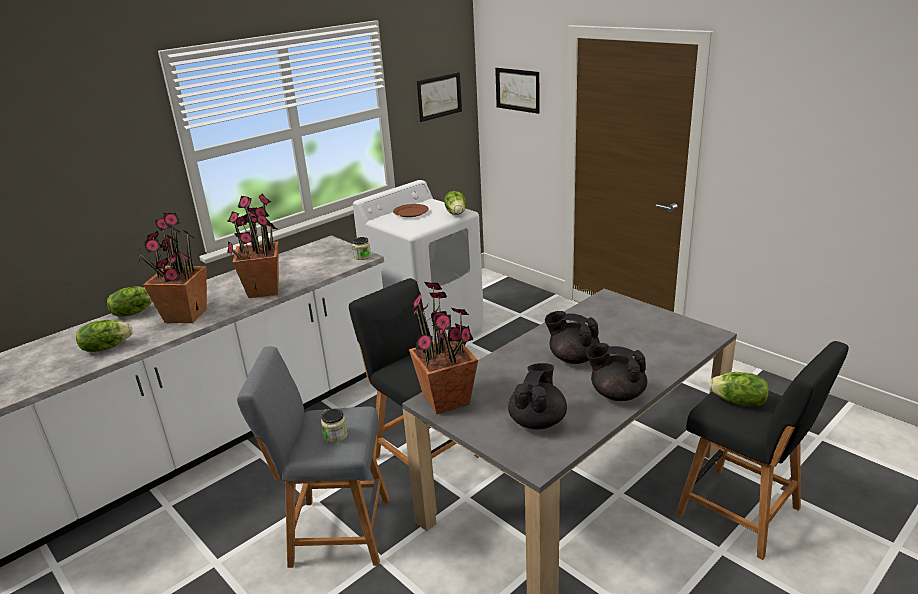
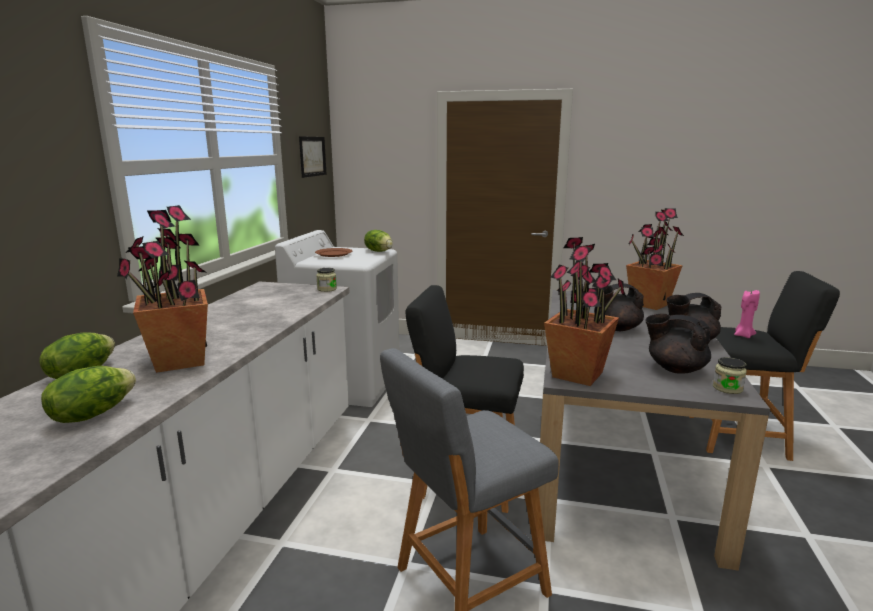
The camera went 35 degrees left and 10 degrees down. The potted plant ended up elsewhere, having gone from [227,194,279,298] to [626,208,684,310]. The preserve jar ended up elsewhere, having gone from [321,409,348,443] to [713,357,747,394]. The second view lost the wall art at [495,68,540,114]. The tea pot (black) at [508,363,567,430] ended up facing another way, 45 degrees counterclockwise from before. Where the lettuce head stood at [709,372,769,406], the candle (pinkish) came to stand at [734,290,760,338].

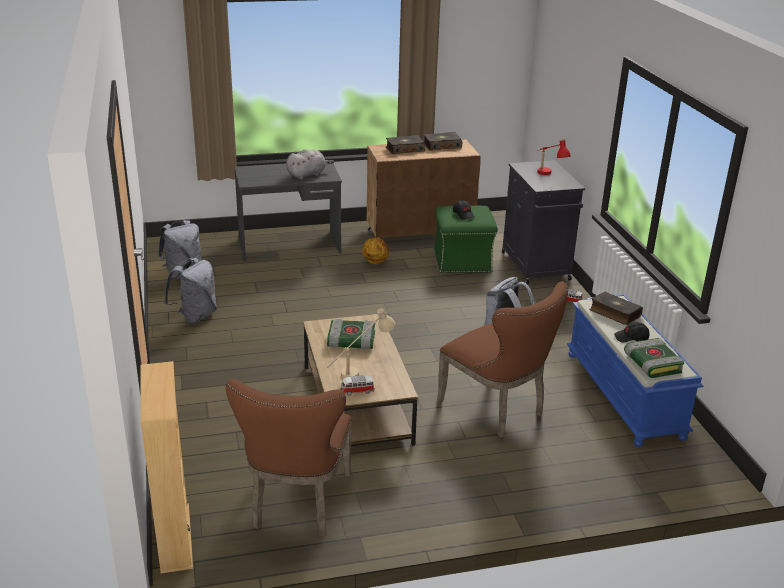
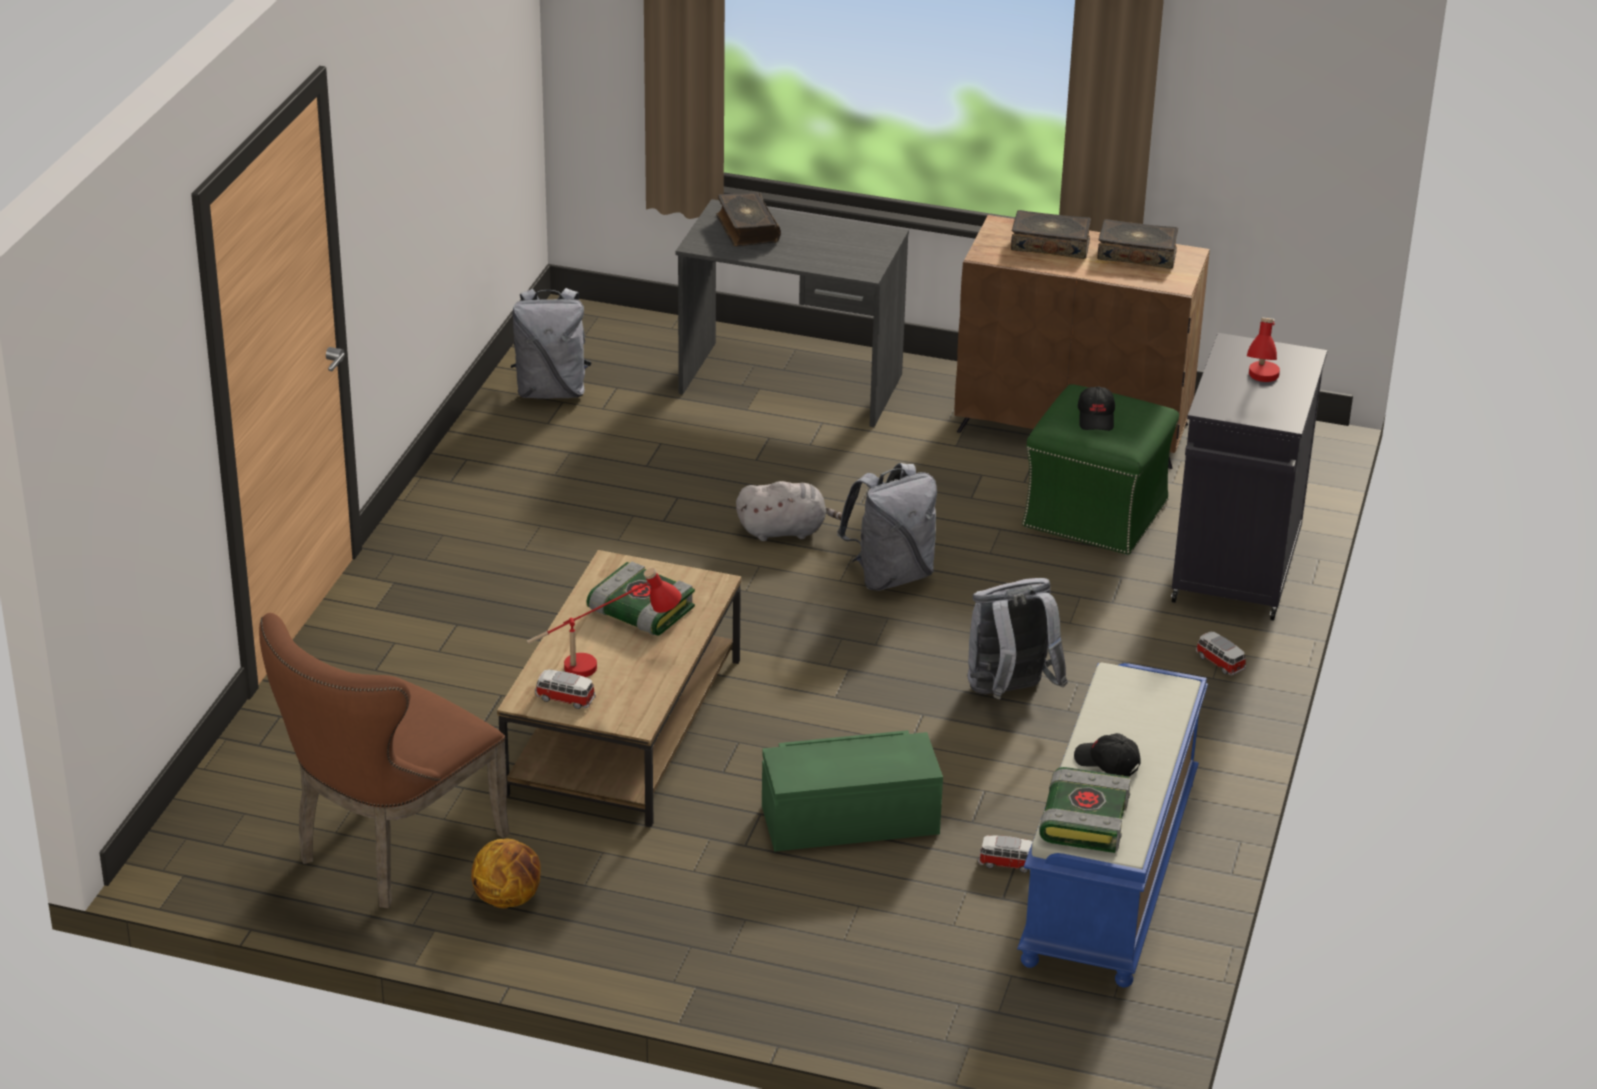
The camera went 30 degrees right and 5 degrees up. The second view lost the bookshelf (beige) at [140,361,193,574]. The rucksack (grey) ended up elsewhere, having gone from [164,258,217,324] to [837,463,937,591]. The plush toy (grey) ended up elsewhere, having gone from [286,149,334,180] to [736,481,842,541]. What was the table lamp (beige) at [326,308,395,378] turned into the table lamp (reddish) at [527,568,681,677]. The basketball ball ended up elsewhere, having gone from [362,238,389,264] to [471,838,541,908]. Where the upright chair (brown) stood at [437,281,568,437], the storage bin (greenish) came to stand at [762,730,943,852]. The volume ended up elsewhere, having gone from [589,291,643,325] to [716,192,781,246]. The second view gained the miniature car at [978,835,1033,873].

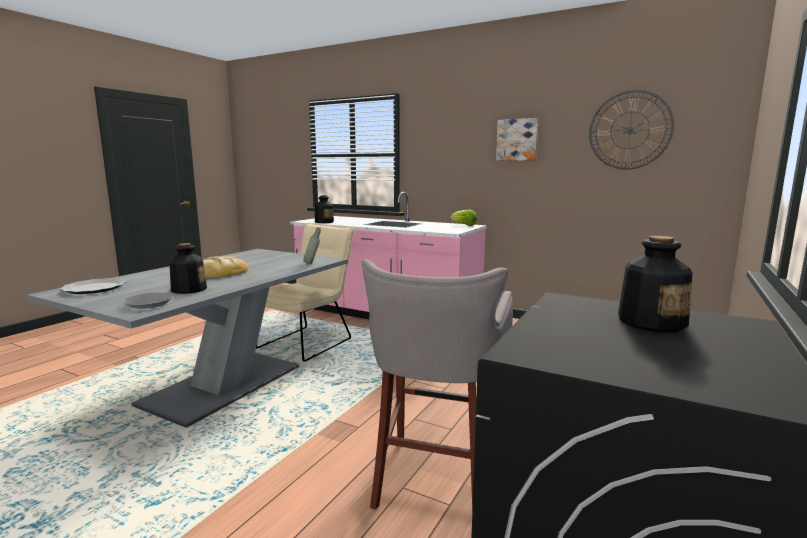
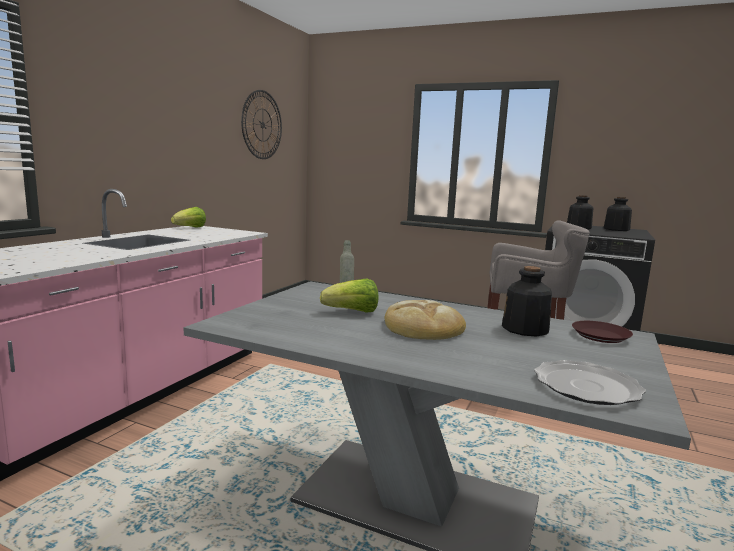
The camera went 95 degrees left and 0 degrees up. What was the flat dish (grey) at [123,292,173,309] turned into the flat dish (brown) at [572,321,633,343]. The second view lost the upright chair (beige) at [256,223,353,362]. The bottle ended up elsewhere, having gone from [315,195,334,223] to [604,197,632,231]. The second view lost the wall art at [496,118,539,161]. The second view gained the lettuce head at [320,279,378,313].

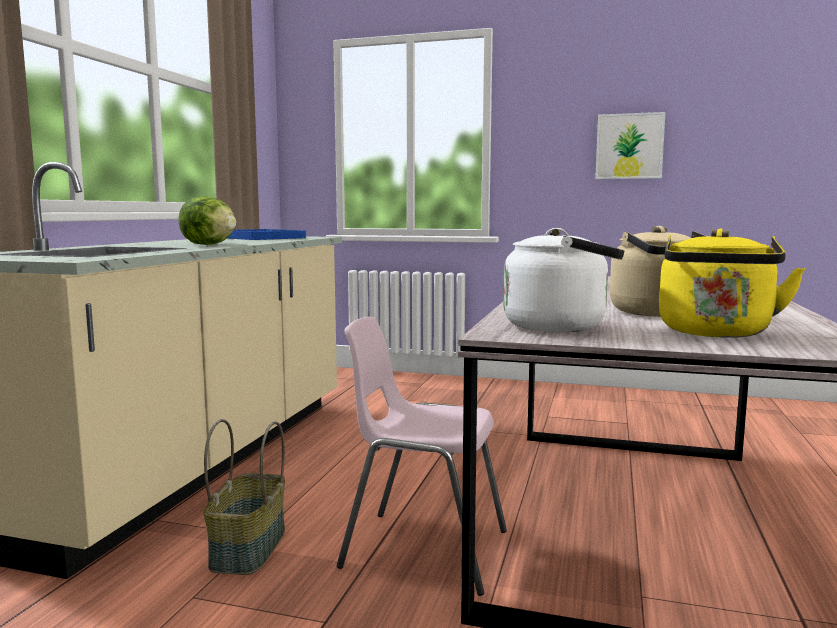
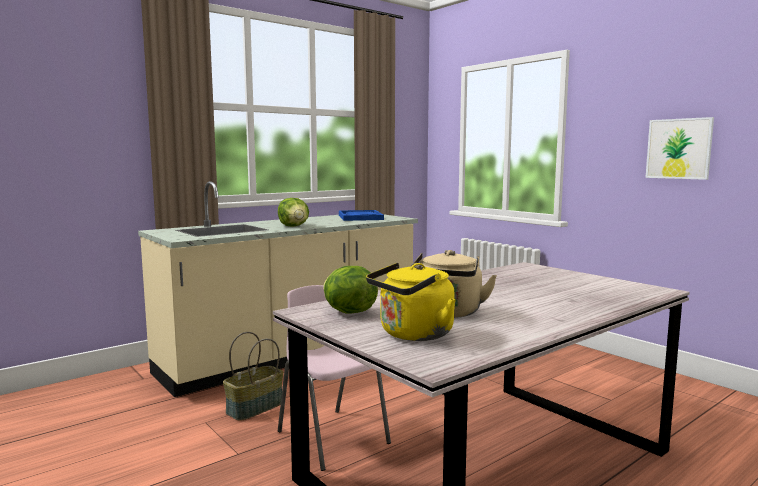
The camera went 35 degrees right and 0 degrees up. Where the tea kettle (white-coloured) stood at [503,228,624,332], the lettuce head came to stand at [323,266,378,314].

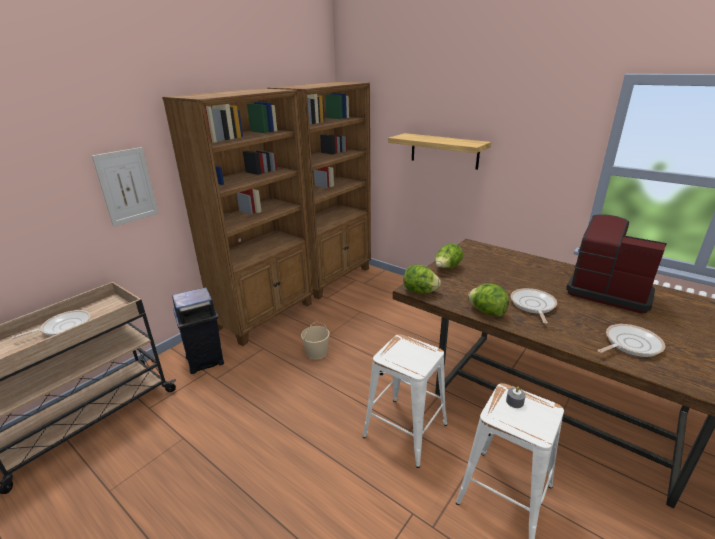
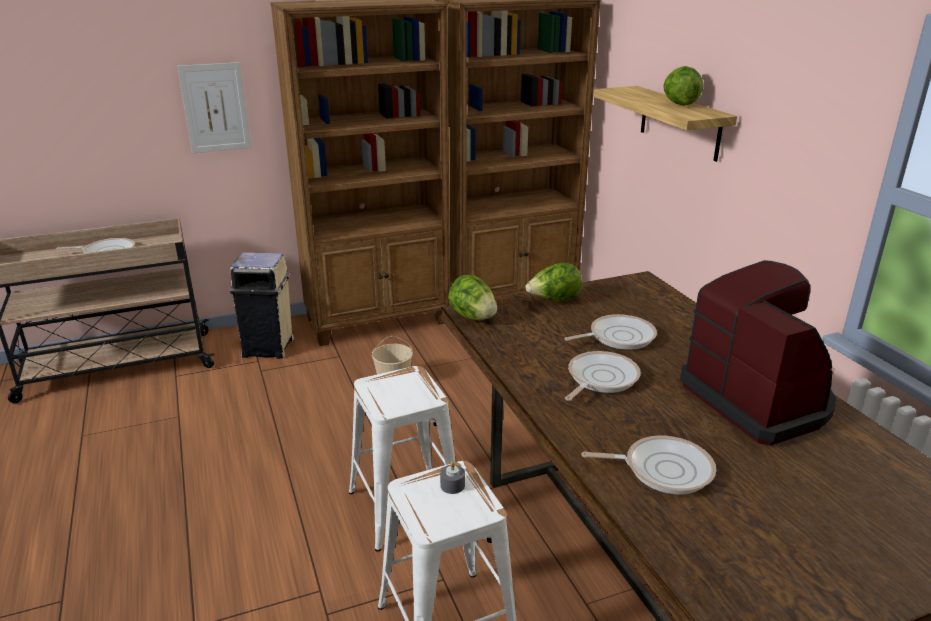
The camera went 30 degrees right and 0 degrees up. What was the rubbish bin (blue-coloured) at [172,287,224,374] turned into the rubbish bin (beige) at [229,252,294,359]. The lettuce head ended up elsewhere, having gone from [468,283,509,317] to [663,66,703,105]. The second view gained the pan at [564,314,657,350].

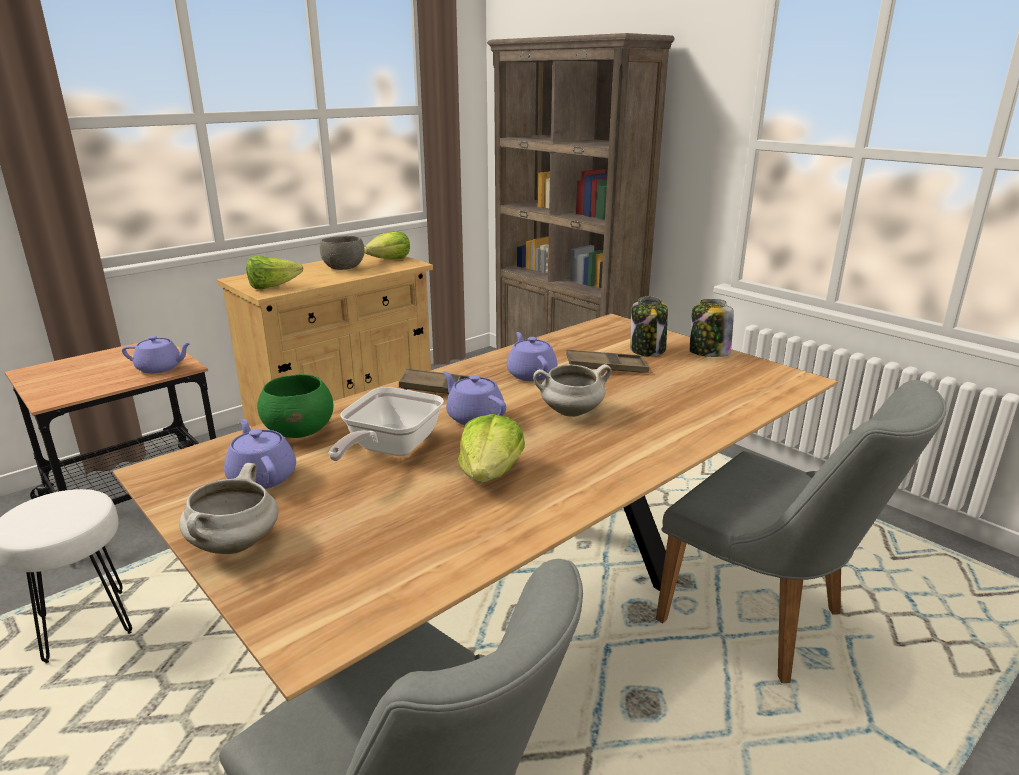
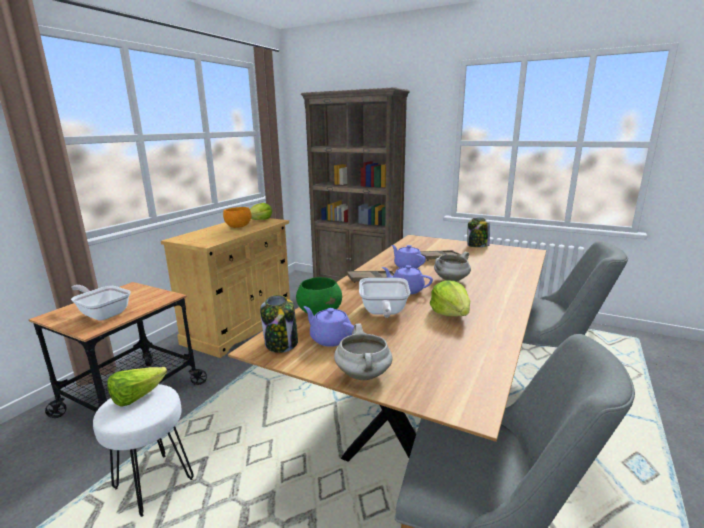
The camera went 20 degrees left and 5 degrees down. The second view lost the tea pot (purple) at [122,336,191,374]. The lettuce head ended up elsewhere, having gone from [246,256,303,289] to [107,367,167,407]. What was the bowl (grey) at [320,236,365,270] turned into the bowl (orange) at [223,207,252,228]. The preserve jar ended up elsewhere, having gone from [630,296,668,357] to [260,295,298,353]. The second view gained the pan at [71,285,131,321].

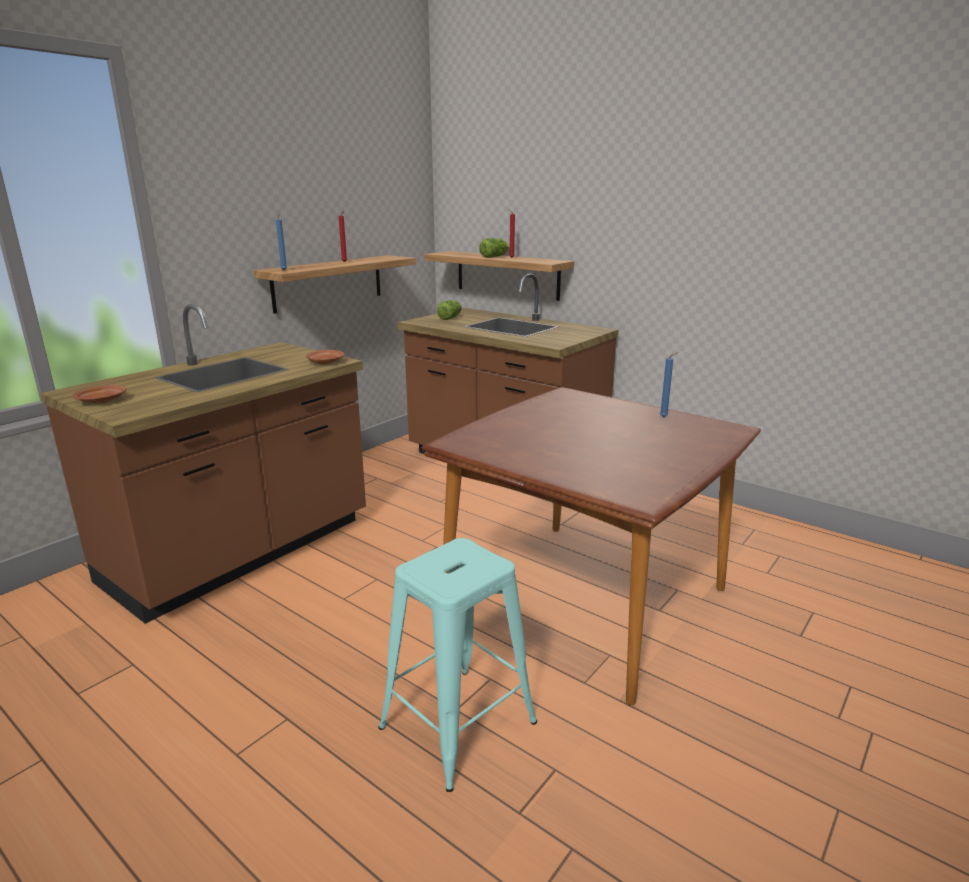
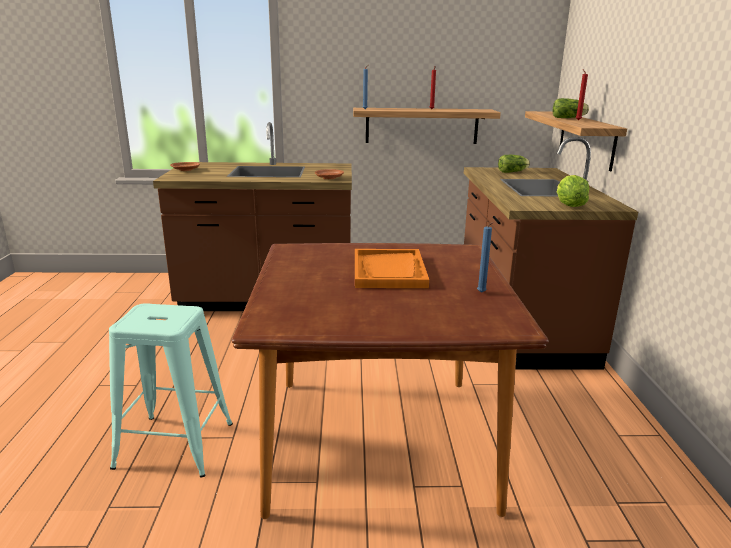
The camera went 50 degrees right and 0 degrees up. The second view gained the tray (orange) at [355,249,429,288]. The second view gained the lettuce head at [557,175,589,207].

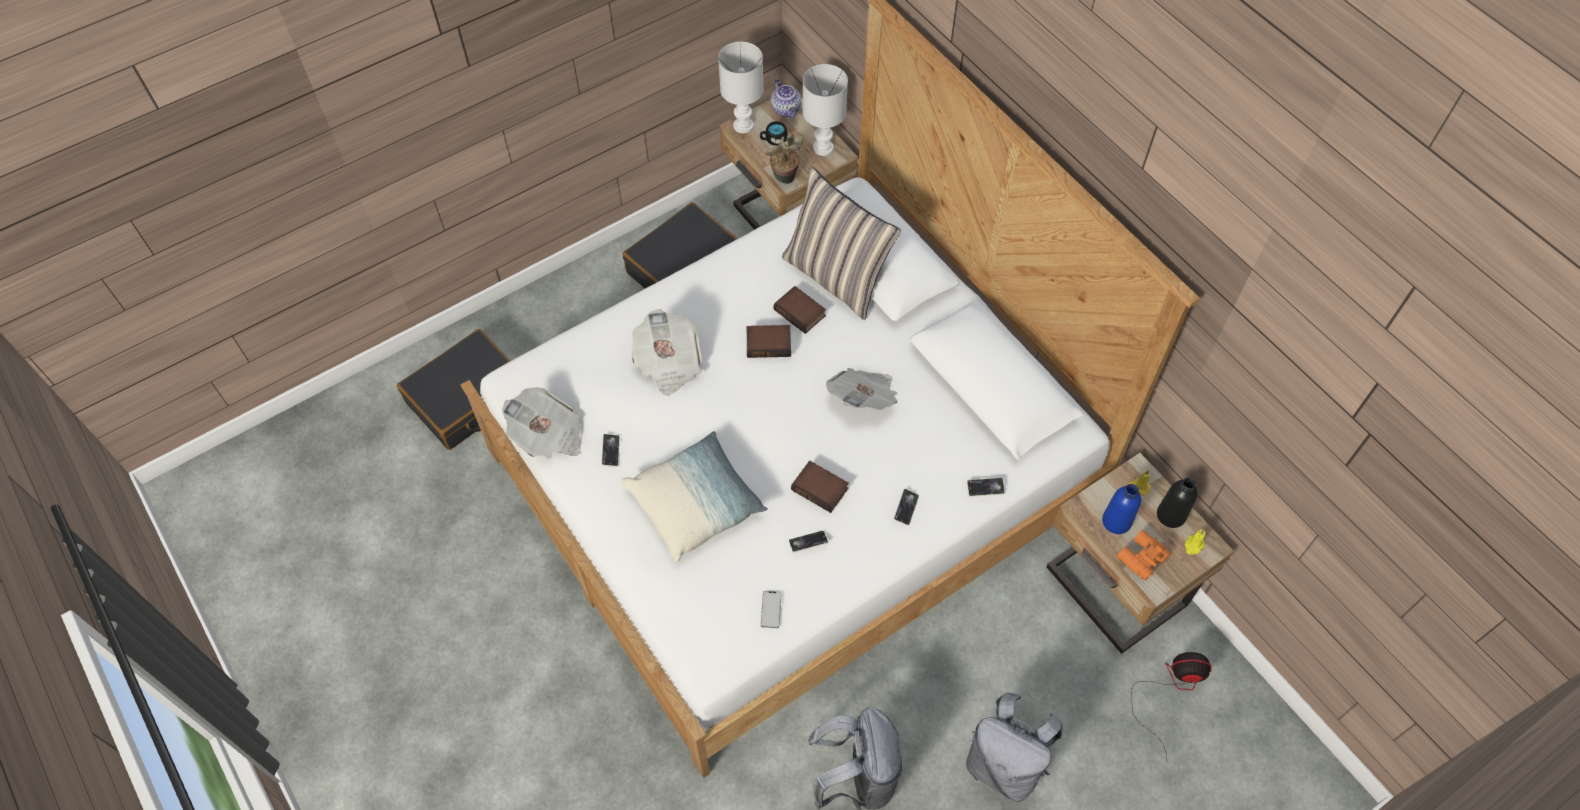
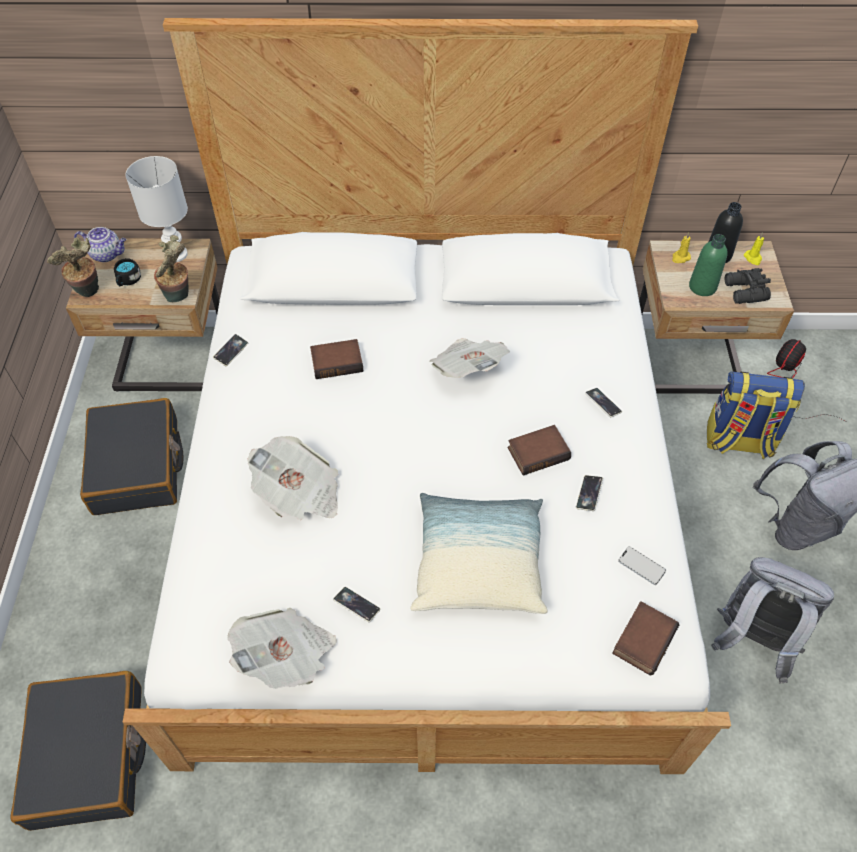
The camera went 55 degrees left and 5 degrees down. Where the table lamp (white-coloured) stood at [718,42,763,133], the potted plant came to stand at [47,237,99,297]. The volume ended up elsewhere, having gone from [747,325,791,358] to [612,601,679,676]. The second view lost the cushion at [782,166,901,320]. The phone ended up elsewhere, having gone from [967,477,1005,497] to [213,334,248,366]. What was the bottle (blue-coloured) at [1102,484,1141,534] turned into the bottle (greenish) at [689,234,728,296]. What was the pair of binoculars (orange) at [1117,530,1171,580] turned into the pair of binoculars (black) at [725,268,771,304]. The second view gained the rucksack at [707,371,805,459].

